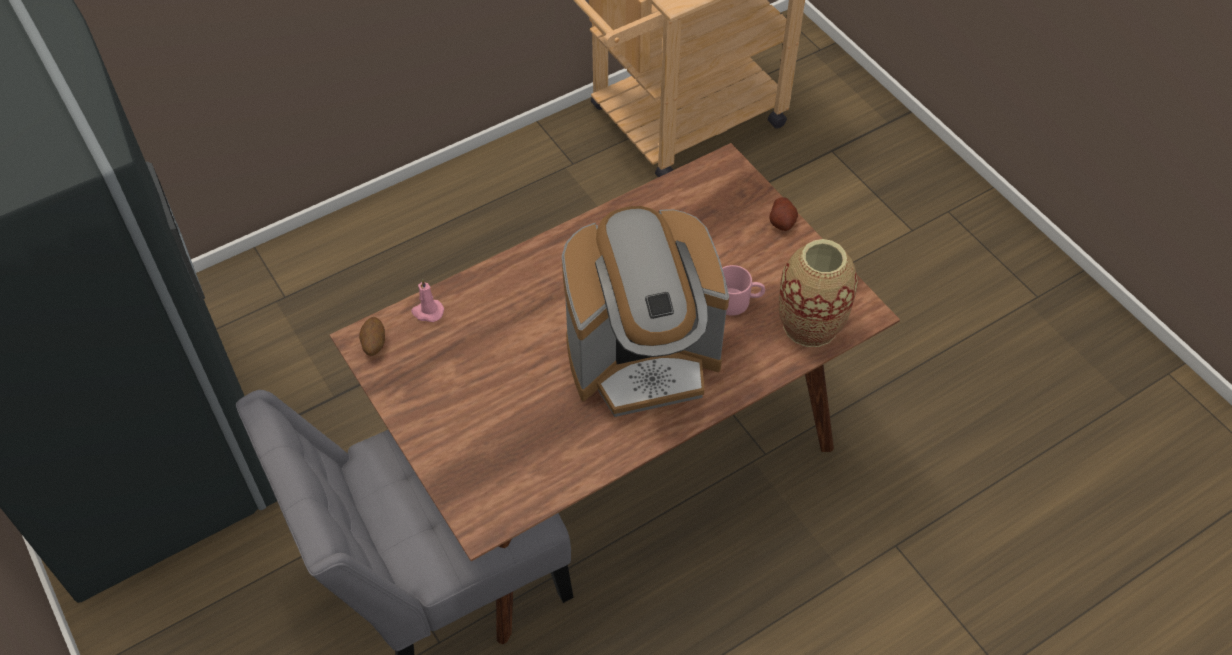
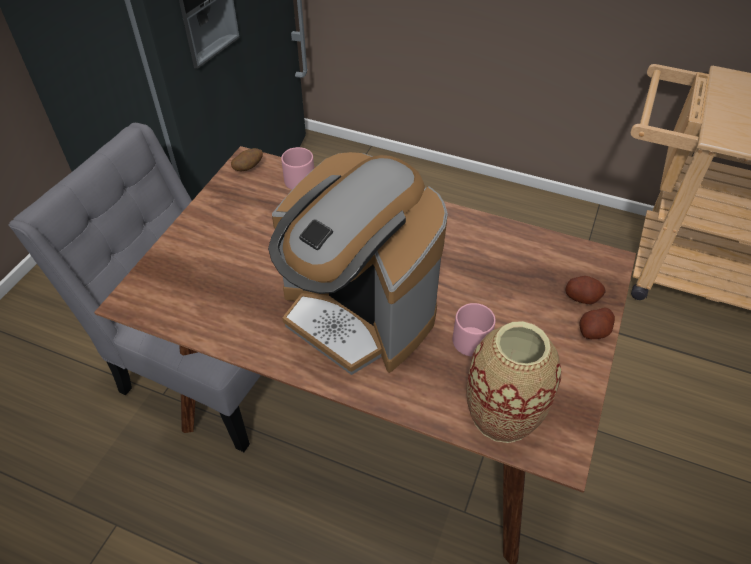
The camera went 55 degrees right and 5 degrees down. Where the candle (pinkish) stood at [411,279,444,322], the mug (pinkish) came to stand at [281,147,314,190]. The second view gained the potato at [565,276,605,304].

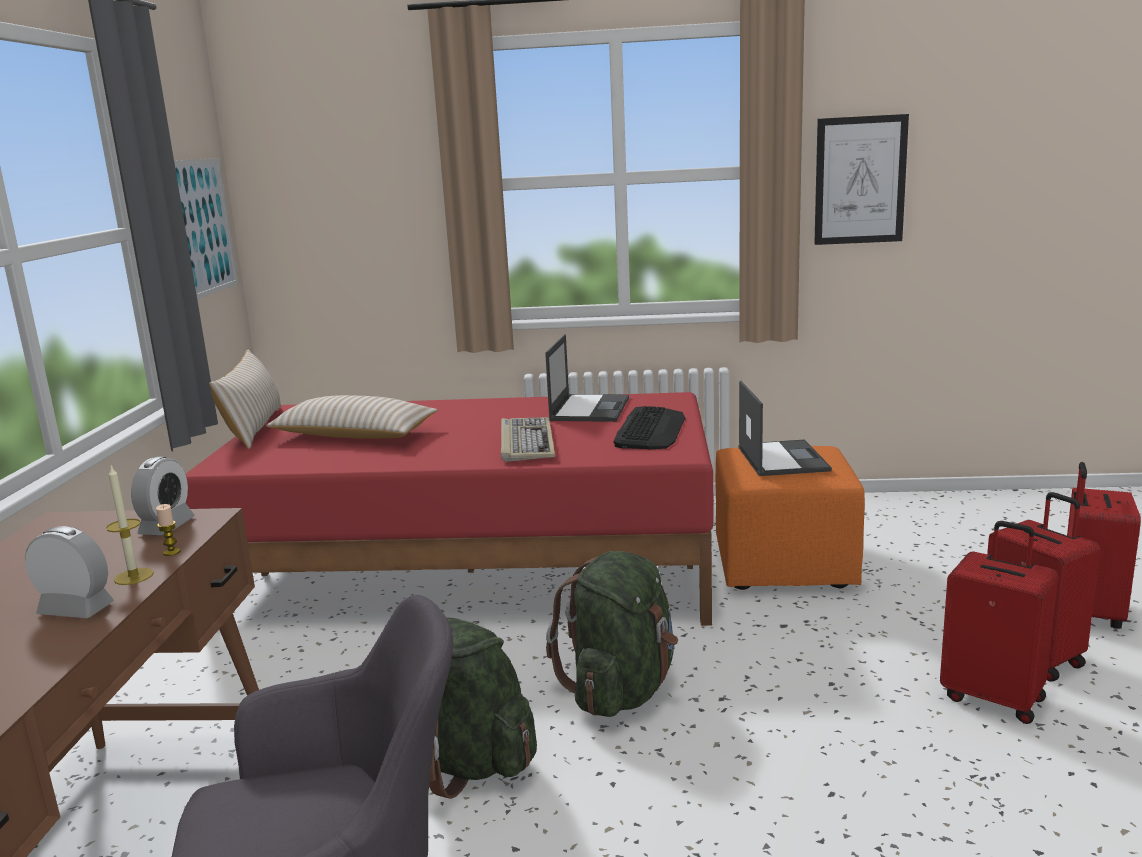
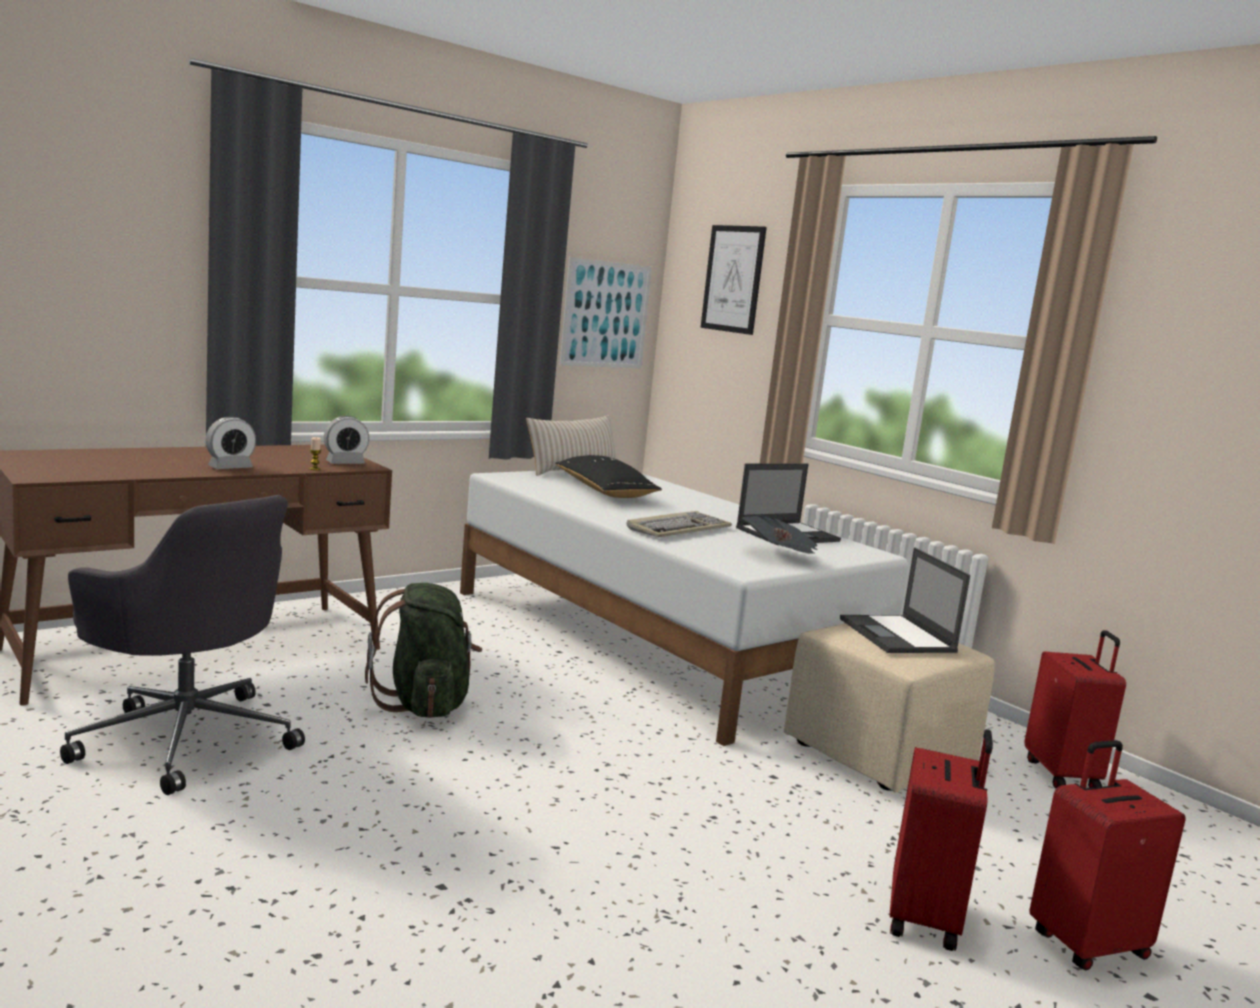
The camera went 45 degrees right and 5 degrees down. The table clock at [25,526,114,618] ended up facing another way, 75 degrees clockwise from before. The second view lost the candle at [106,466,154,585]. What was the bedroom bed (reddish) at [186,392,714,626] turned into the bedroom bed (white-coloured) at [460,470,908,746]. What was the cushion (beige) at [266,395,438,439] turned into the cushion (black) at [555,455,662,498]. The second view lost the rucksack (greenish) at [546,551,678,717]. Where the keyboard stood at [613,406,685,449], the newspaper came to stand at [742,515,818,554]. What was the footrest (orange) at [715,446,865,590] turned into the footrest (beige) at [784,623,994,793]. The laptop at [738,381,832,476] ended up facing another way, 120 degrees clockwise from before. The wall art ended up elsewhere, having gone from [814,114,909,245] to [701,225,767,335]. The travel case (reddish) ended up elsewhere, having gone from [940,521,1058,724] to [1025,630,1126,789].

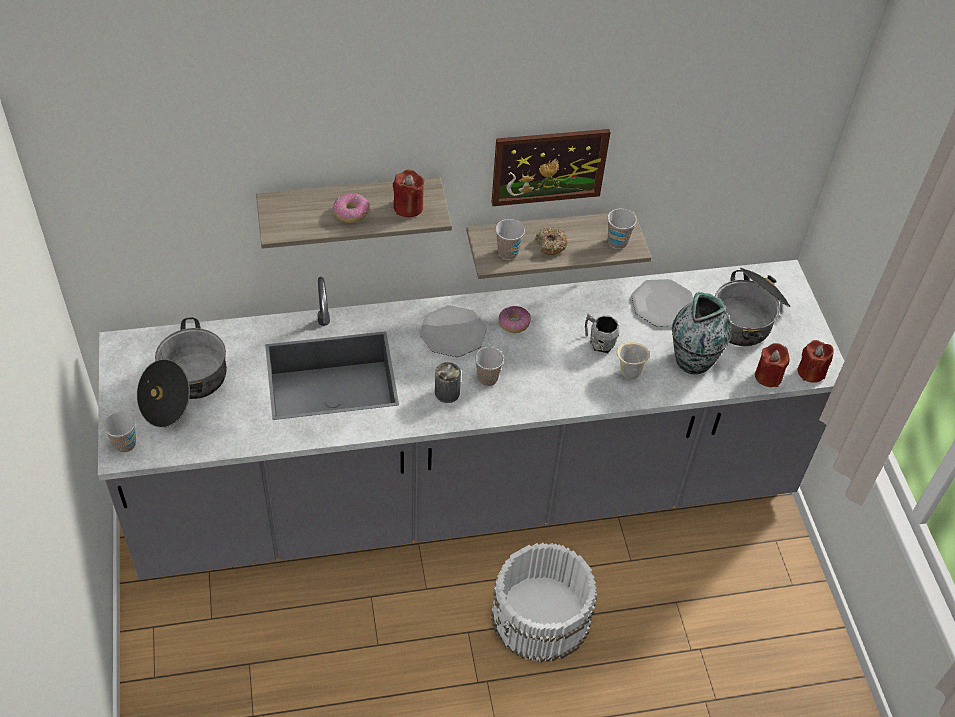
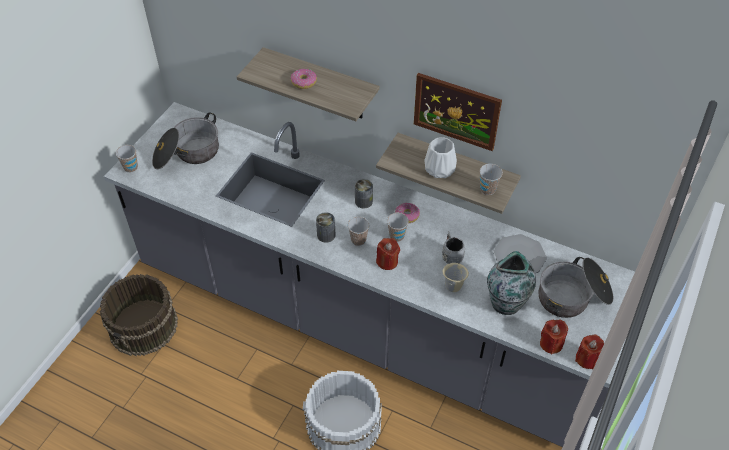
The camera went 40 degrees right and 0 degrees up. The candle (reddish) ended up elsewhere, having gone from [393,170,425,217] to [376,238,400,270]. Where the flat dish stood at [419,305,487,357], the metal can came to stand at [355,179,373,209]. The cup ended up elsewhere, having gone from [495,219,525,260] to [387,213,409,242]. Where the ring doughnut stood at [535,227,568,255], the vase (white-coloured) came to stand at [424,137,457,178]. The second view gained the water bucket (brown) at [100,274,178,356].

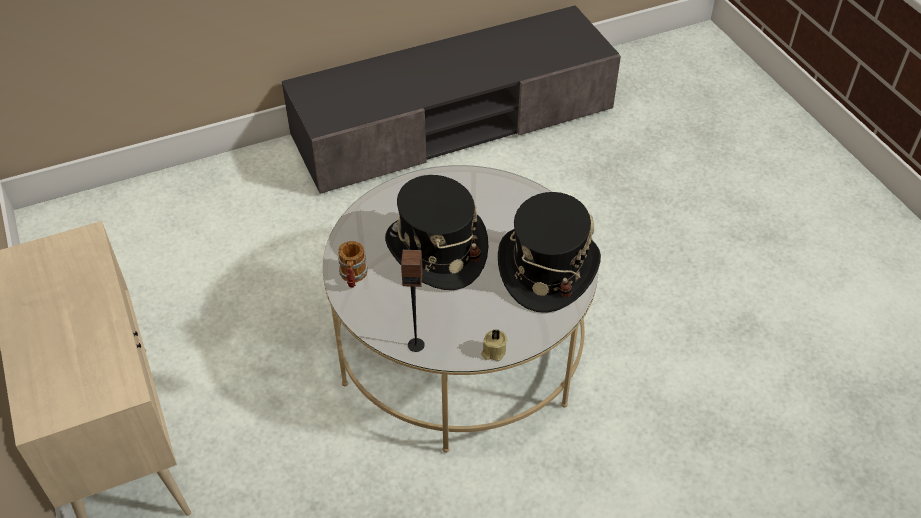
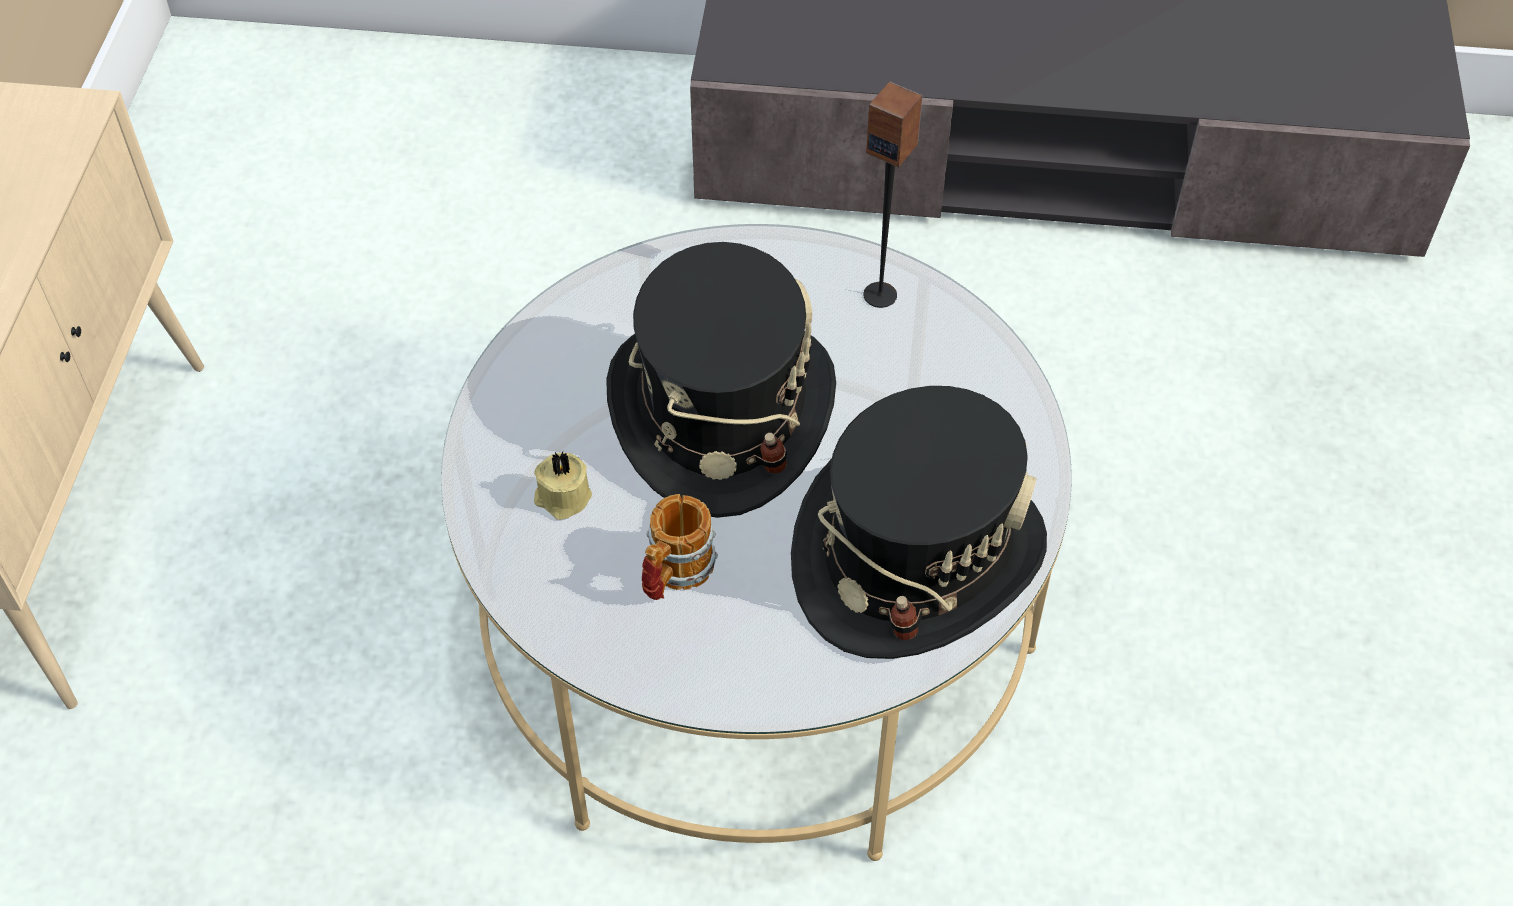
The camera went 30 degrees right and 5 degrees up. The mug ended up elsewhere, having gone from [338,241,368,288] to [642,494,718,600]. The audio speaker ended up elsewhere, having gone from [401,250,425,352] to [863,82,923,308]. The candle (beige) ended up elsewhere, having gone from [481,329,507,361] to [534,452,592,520].

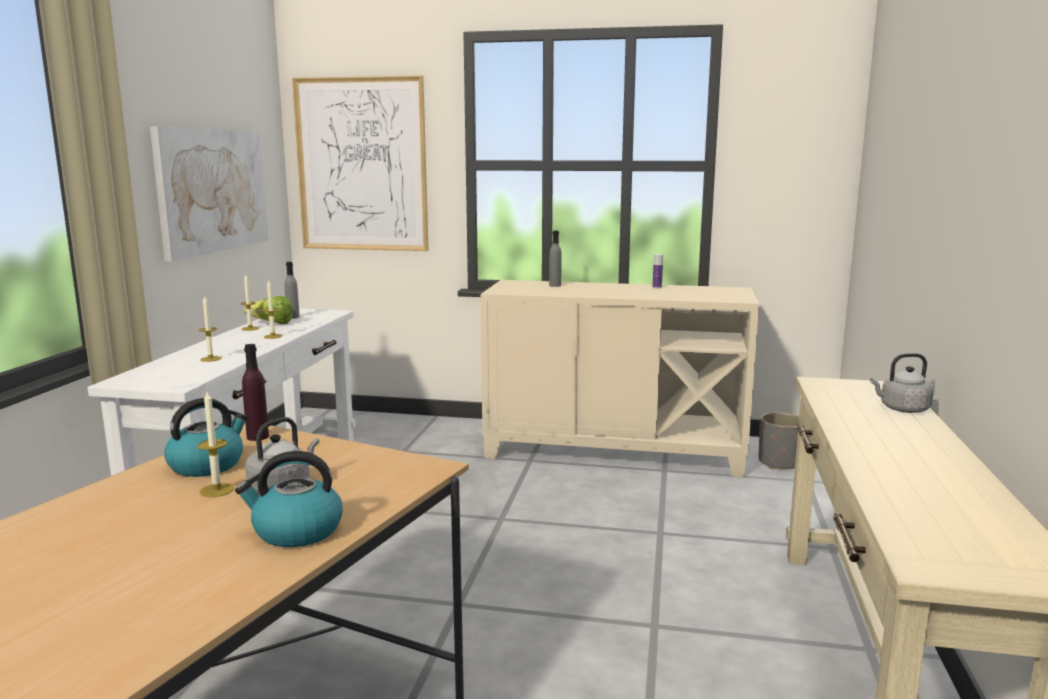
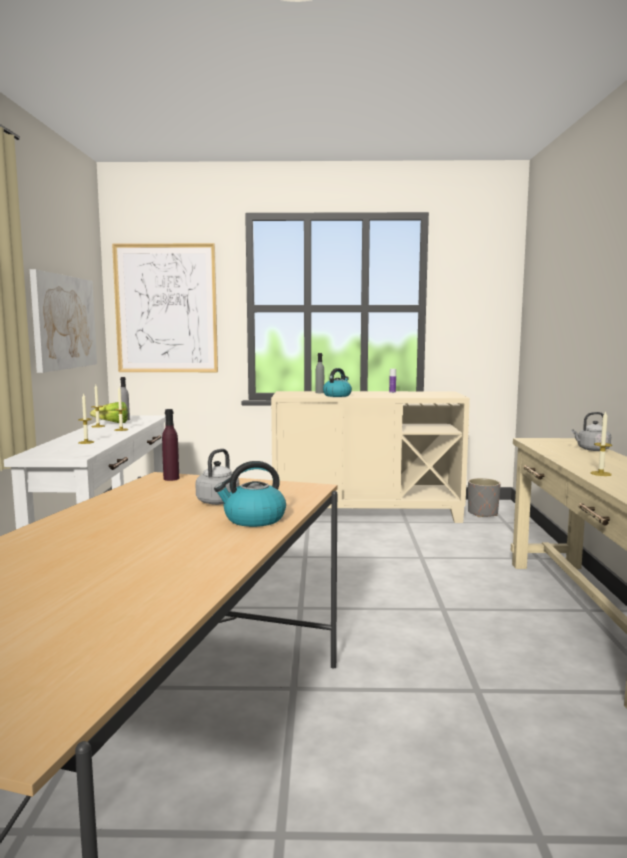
The camera went 10 degrees left and 5 degrees down. The tea kettle ended up elsewhere, having gone from [164,398,248,477] to [323,368,352,397]. The candle ended up elsewhere, having gone from [197,392,234,497] to [591,411,612,476].

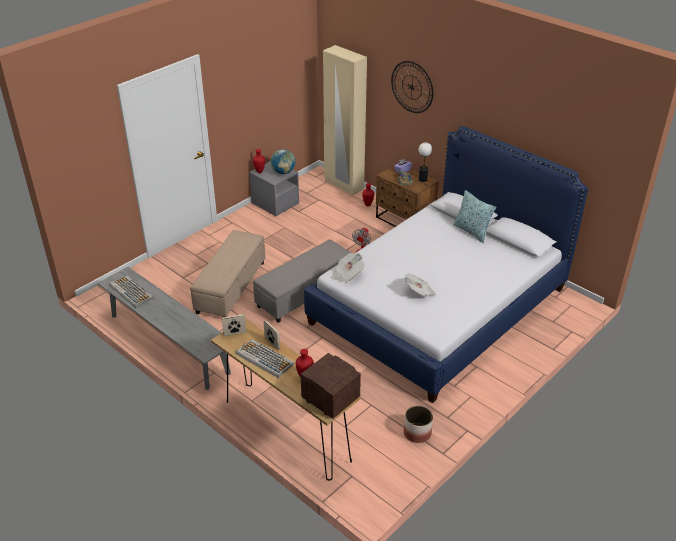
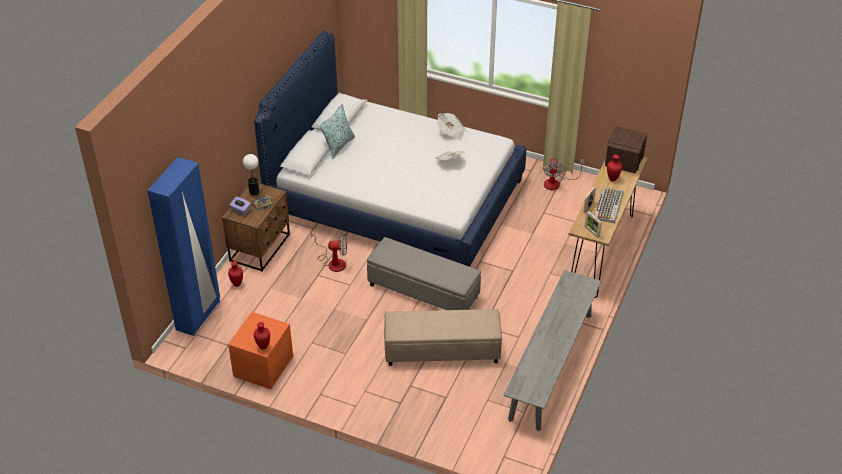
The camera went 110 degrees left and 5 degrees up. The second view lost the keyboard at [109,275,153,308]. What was the nightstand (grey) at [249,161,299,216] turned into the nightstand (orange) at [228,312,293,389]. The second view lost the globe at [271,149,296,174]. What was the armoire (beige) at [323,45,367,195] turned into the armoire (blue-coloured) at [147,157,220,336]. The newspaper ended up elsewhere, having gone from [332,253,364,283] to [437,113,465,140]. The second view lost the hanging clock at [391,61,433,113]. Where the plant pot stood at [404,406,433,443], the cooling fan came to stand at [543,158,584,190].

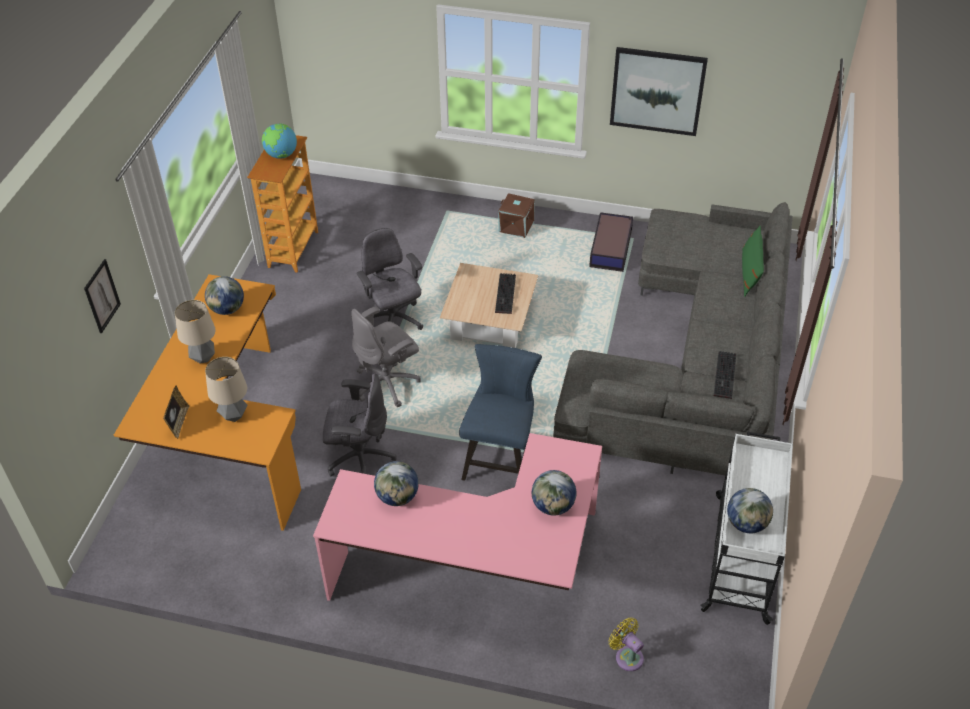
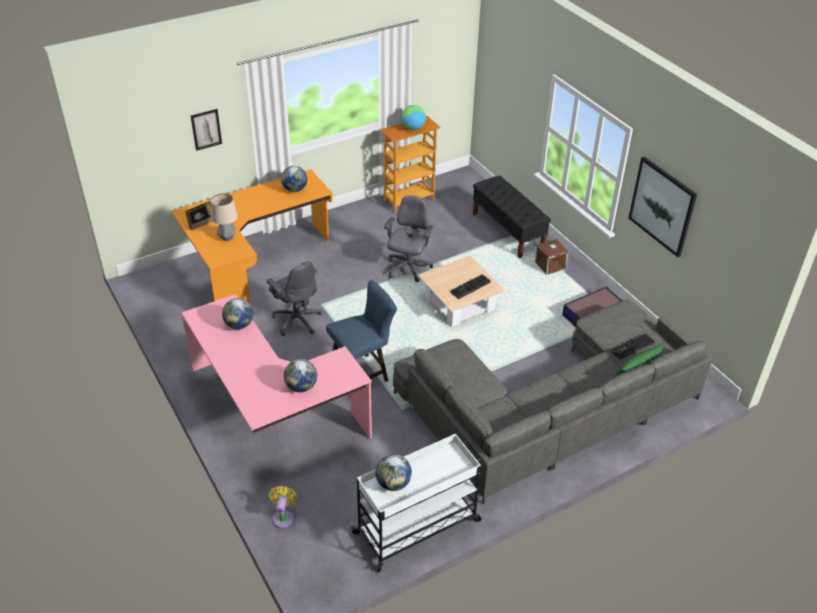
The camera went 45 degrees right and 5 degrees down. The second view lost the table lamp at [175,300,215,364]. The second view lost the desk chair (grey) at [351,307,421,407]. The keyboard ended up elsewhere, having gone from [714,351,736,399] to [611,333,655,360]. The second view gained the long seat (black) at [473,176,551,258].

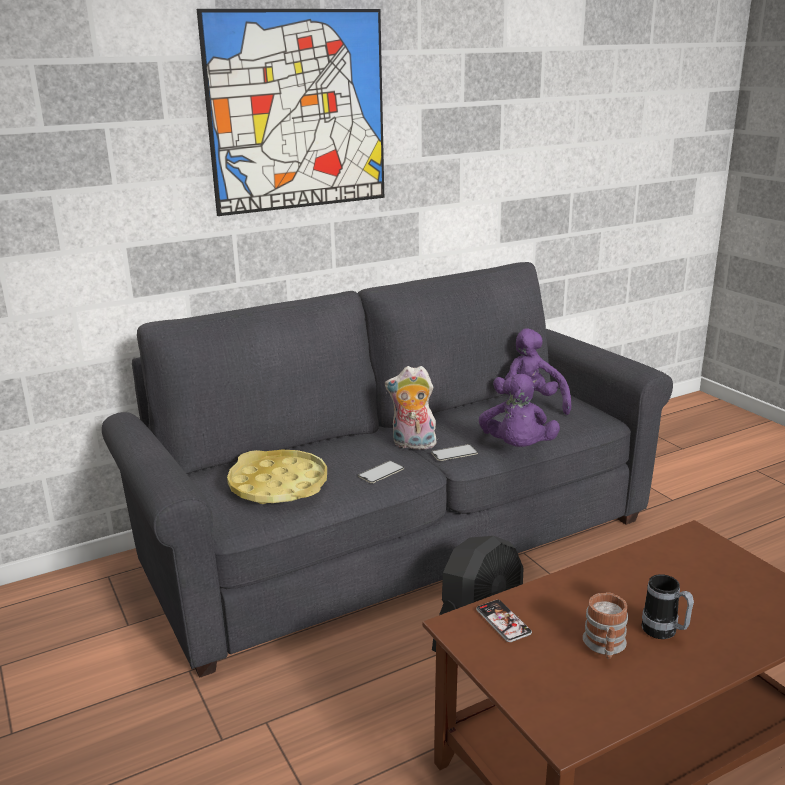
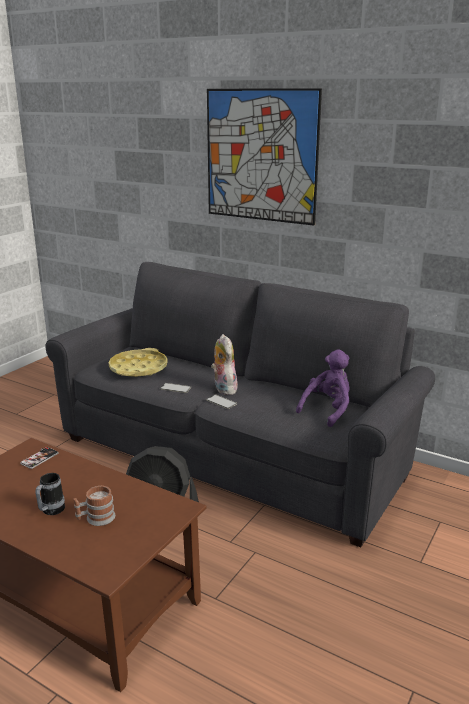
The camera went 60 degrees right and 0 degrees up. The second view lost the plush toy (purple) at [479,374,560,447]. The mug ended up elsewhere, having gone from [583,592,628,659] to [73,485,115,526].

